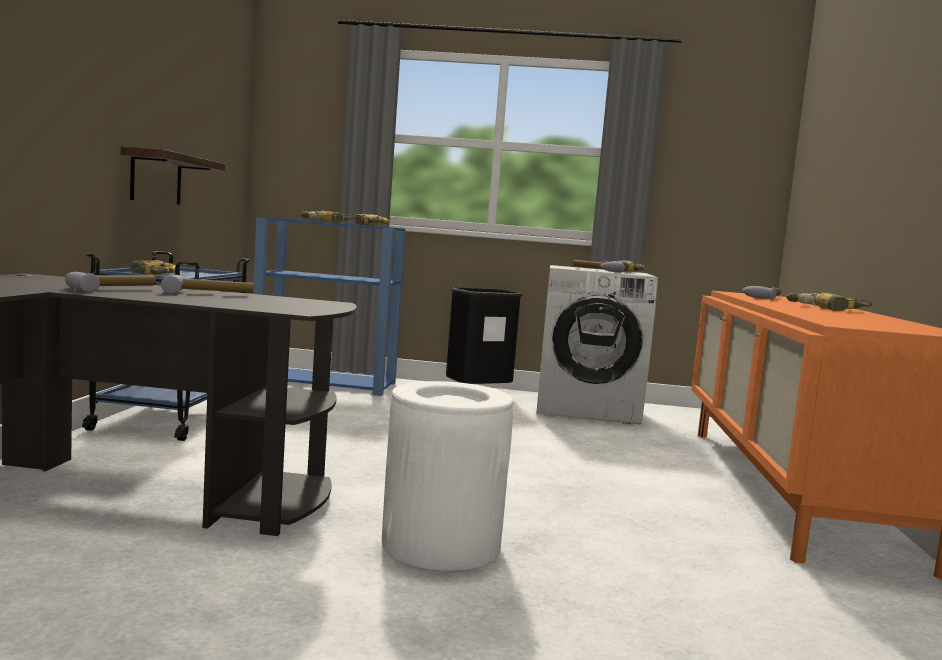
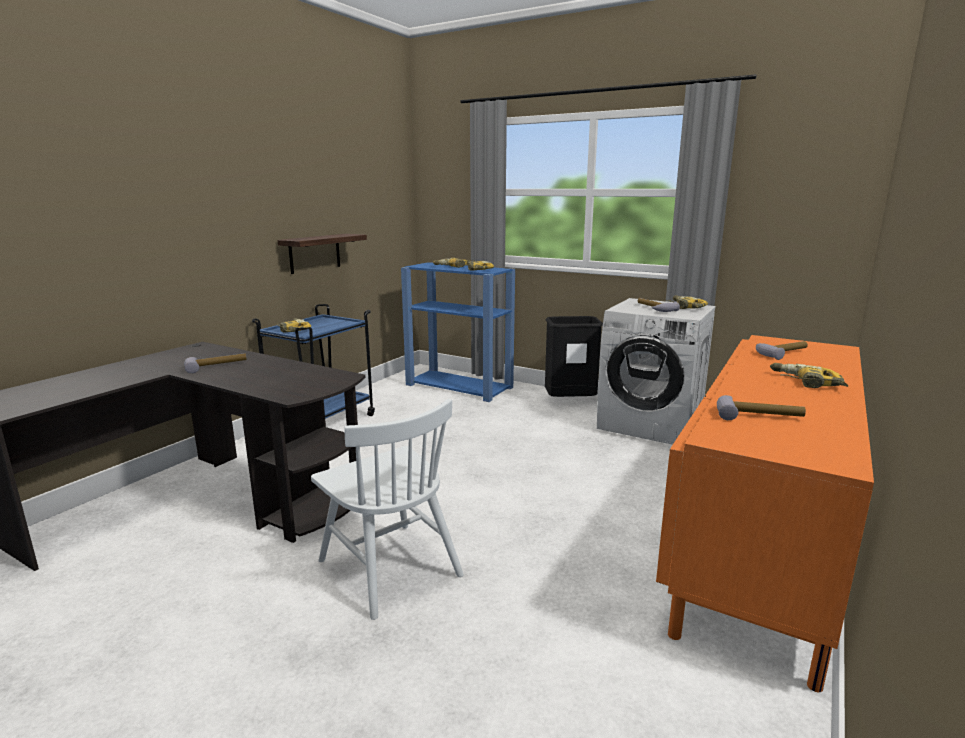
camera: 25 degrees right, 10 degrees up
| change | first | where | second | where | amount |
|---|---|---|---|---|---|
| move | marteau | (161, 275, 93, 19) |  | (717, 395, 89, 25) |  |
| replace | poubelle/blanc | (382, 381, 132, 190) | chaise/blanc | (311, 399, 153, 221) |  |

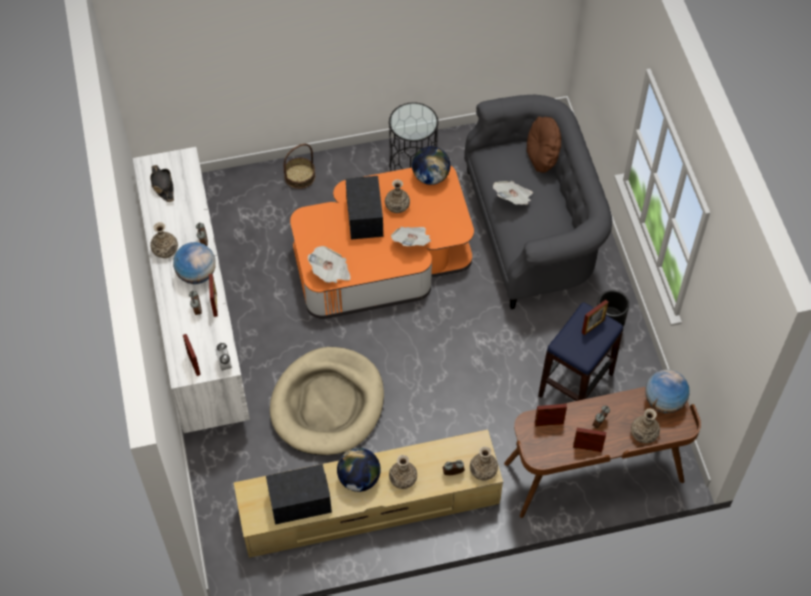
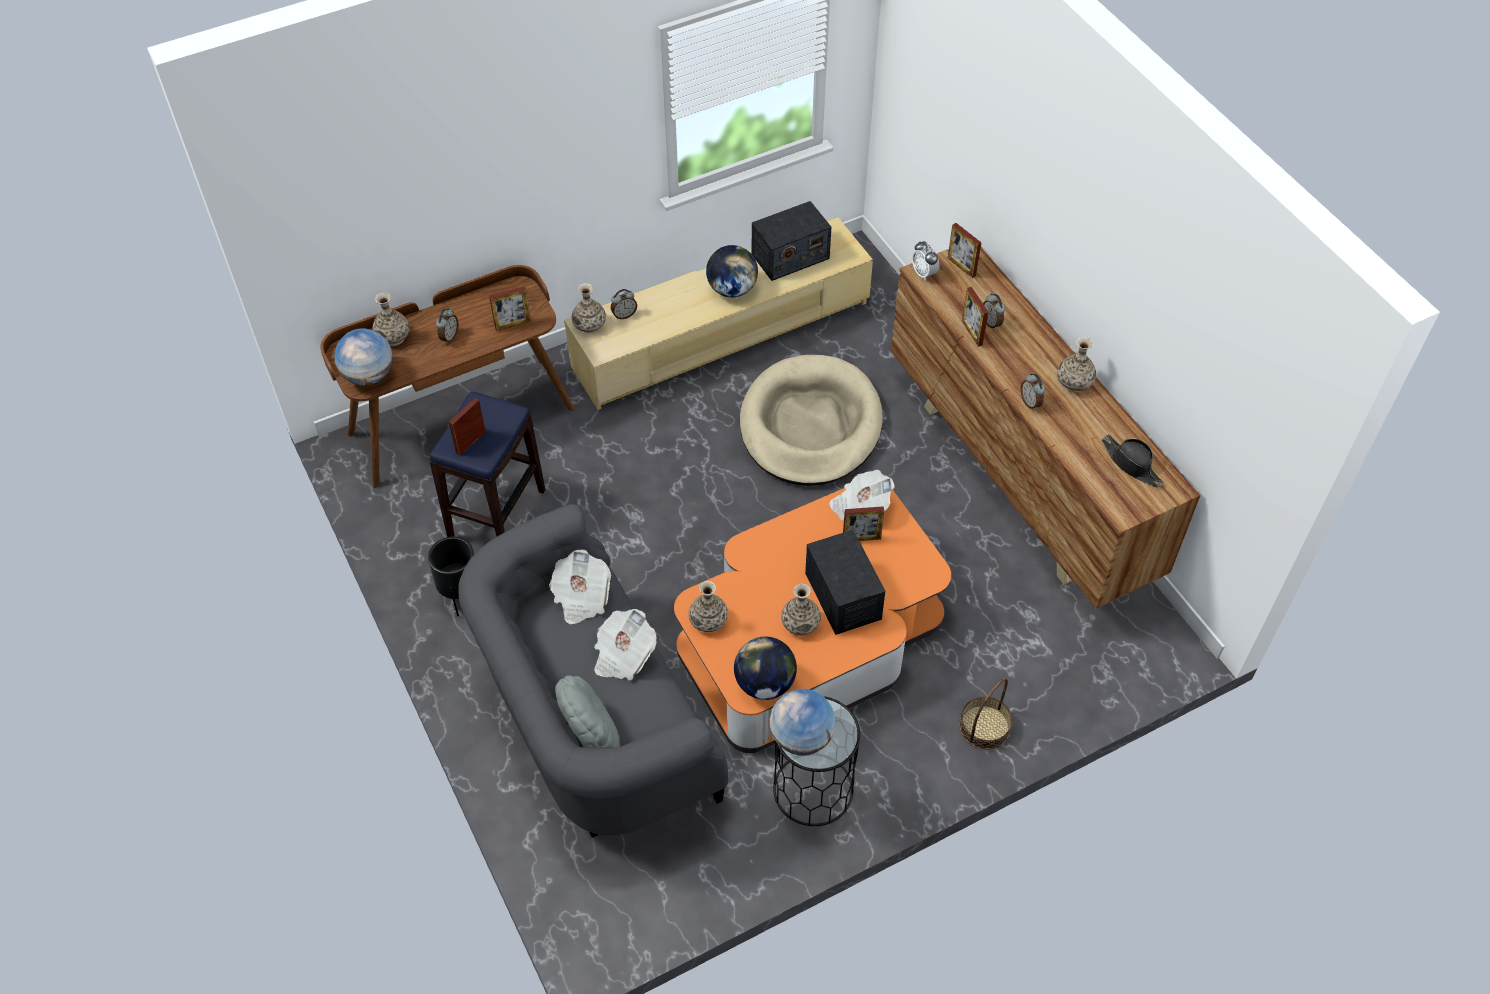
camera: 165 degrees right, 5 degrees down
| change | first | where | second | where | amount |
|---|---|---|---|---|---|
| recolor | coussin/marron | (527, 117, 34, 56) | coussin/gris | (555, 675, 65, 73) |  |
| recolor | meuble de rangement/blanc | (133, 147, 117, 286) | meuble de rangement/marron | (891, 248, 310, 361) |  |
| move | journal | (391, 227, 40, 19) |  | (549, 549, 62, 75) |  |
| move | globe | (173, 242, 43, 42) |  | (770, 689, 66, 67) |  |
| move | cadre photo | (573, 428, 33, 24) |  | (843, 506, 41, 35) |  |
| move | vase | (389, 455, 28, 34) |  | (689, 581, 39, 51) |  |

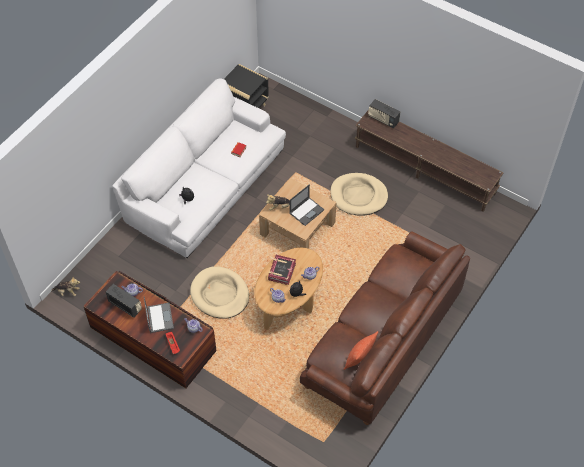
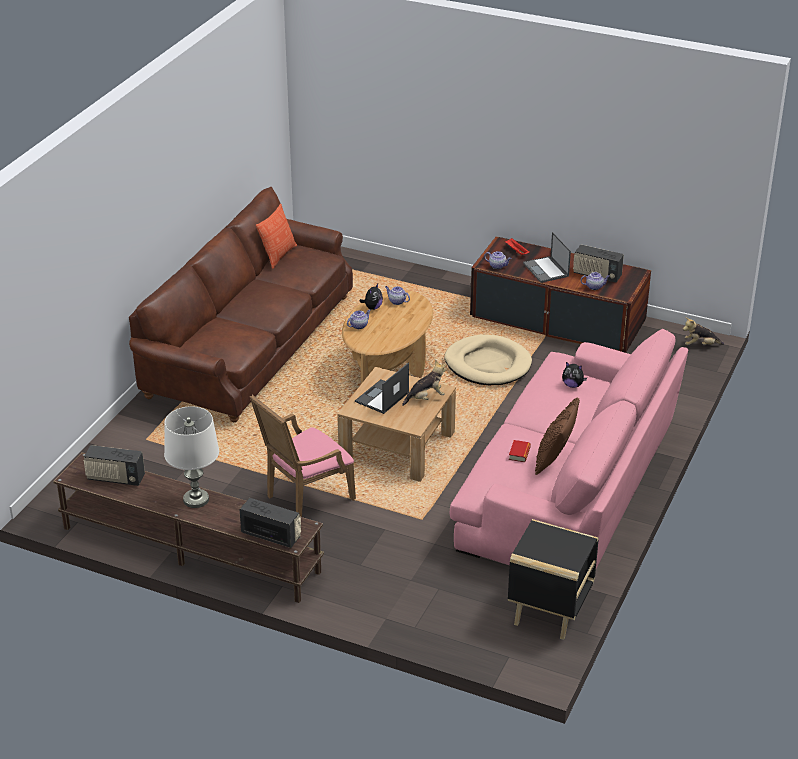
camera: 170 degrees right, 20 degrees down
| change | first | where | second | where | amount |
|---|---|---|---|---|---|
| recolor | canapé/blanc | (113, 78, 173, 180) | canapé/rose | (450, 329, 238, 240) |  |
| replace | panier pour chien/beige | (330, 173, 58, 43) | fauteuil/rose | (250, 395, 106, 122) |  |
| delete | livre | (268, 255, 28, 30) |  |  |  |
| insert |  |  | coussin/marron | (535, 397, 45, 78) |  |
| insert |  |  | lampe de table/blanc | (164, 406, 55, 102) |  |
| insert |  |  | radio | (84, 445, 61, 41) |  |

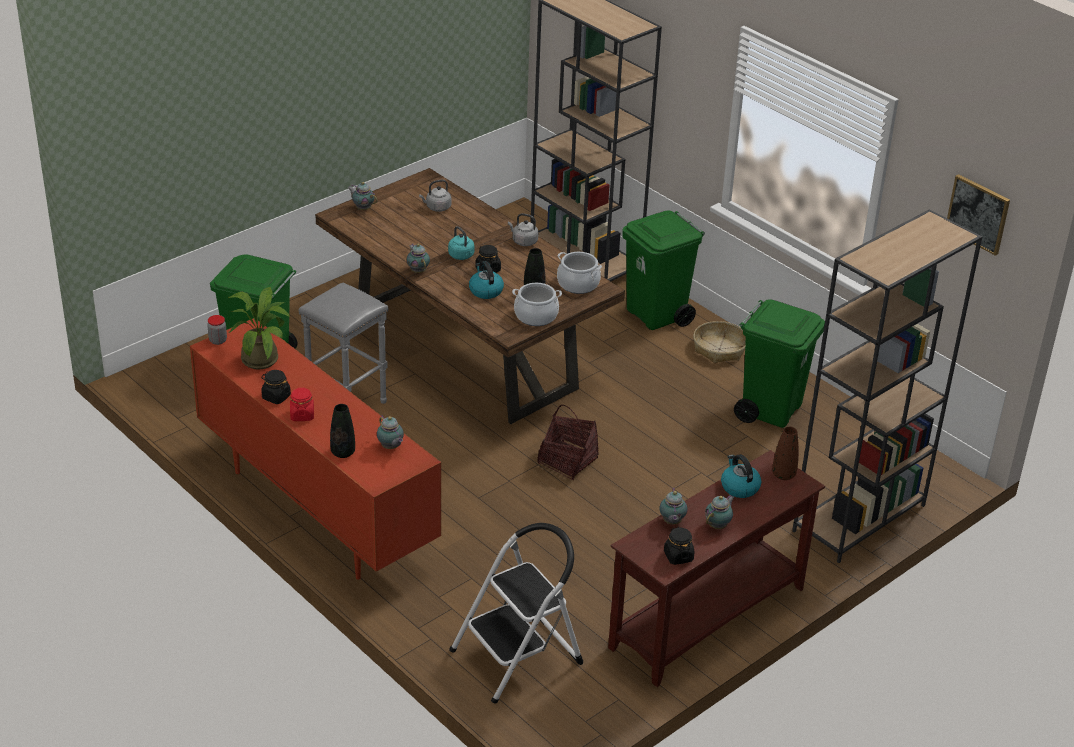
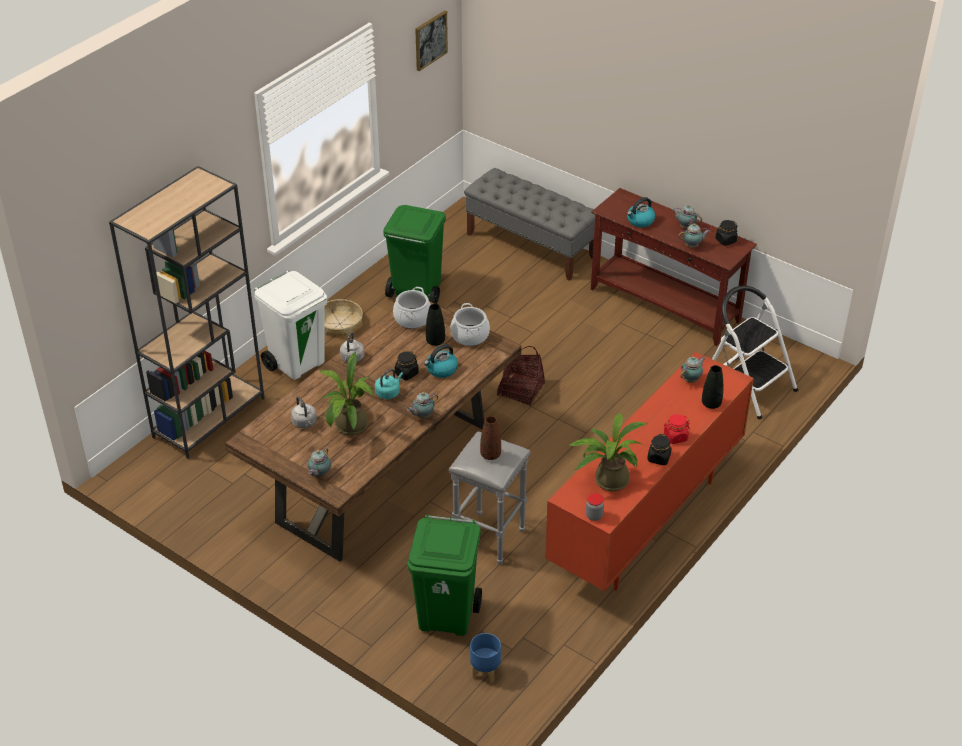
camera: 100 degrees left, 5 degrees up
| change | first | where | second | where | amount |
|---|---|---|---|---|---|
| replace | bibliothèque | (792, 209, 190, 354) | banc/gris | (464, 168, 131, 113) |  |
| recolor | poubelle/vert | (622, 210, 83, 120) | poubelle/blanc | (254, 270, 73, 110) |  |
| move | vase/marron | (772, 427, 27, 53) |  | (480, 416, 21, 44) |  |
| insert |  |  | plante en pot | (319, 352, 55, 83) |  |
| insert |  |  | cache-pot/bleu | (470, 633, 31, 50) |  |

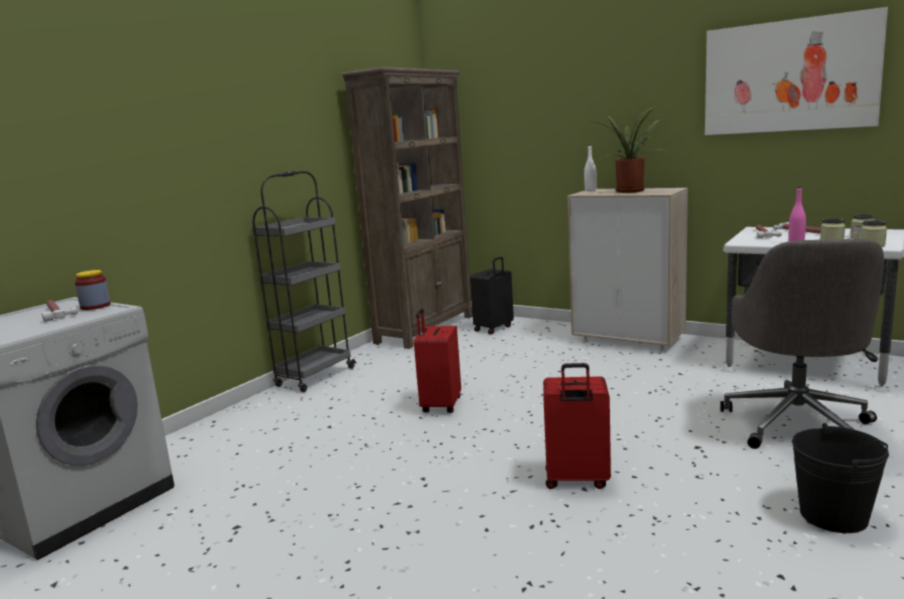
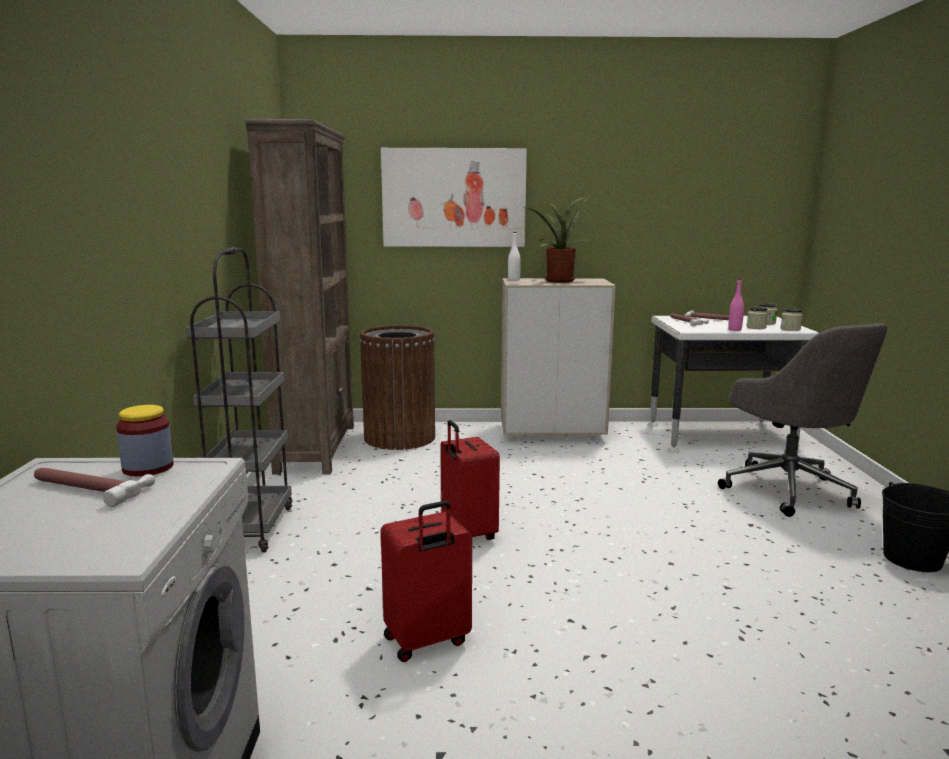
camera: 35 degrees left, 0 degrees up
| change | first | where | second | where | amount |
|---|---|---|---|---|---|
| move | tableau | (705, 7, 183, 128) |  | (381, 148, 146, 99) |  |
| replace | valise/noir | (470, 256, 44, 78) | poubelle/marron | (360, 325, 75, 125) |  |
| move | valise/rouge | (543, 363, 68, 126) |  | (381, 501, 91, 161) |  |

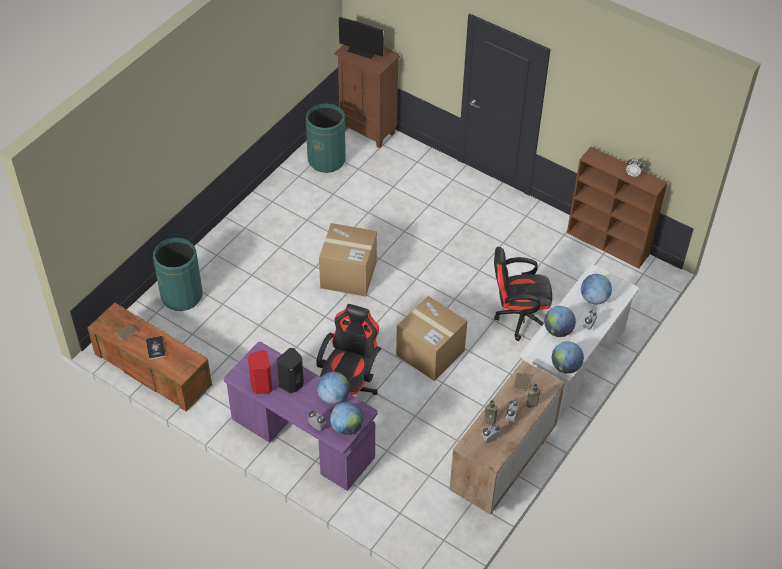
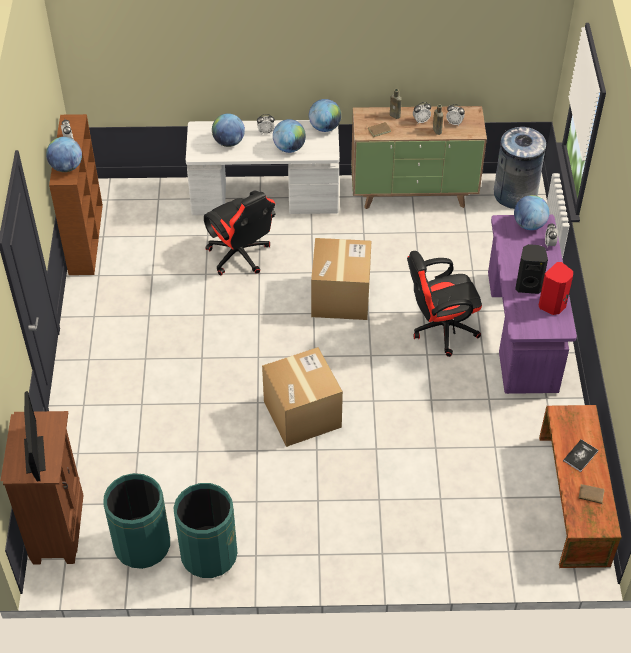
camera: 125 degrees left, 0 degrees up
| change | first | where | second | where | amount |
|---|---|---|---|---|---|
| move | poubelle/vert | (153, 238, 49, 73) |  | (173, 483, 64, 95) |  |
| move | globe | (317, 372, 33, 32) |  | (46, 137, 36, 35) |  |
| insert |  |  | poubelle/gris | (494, 127, 52, 82) |  |

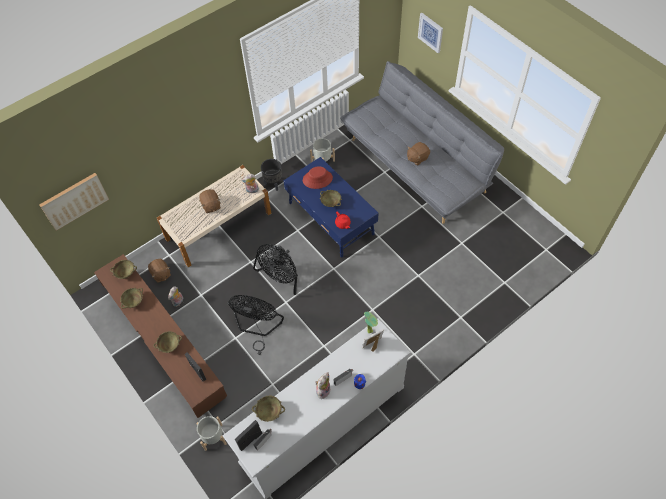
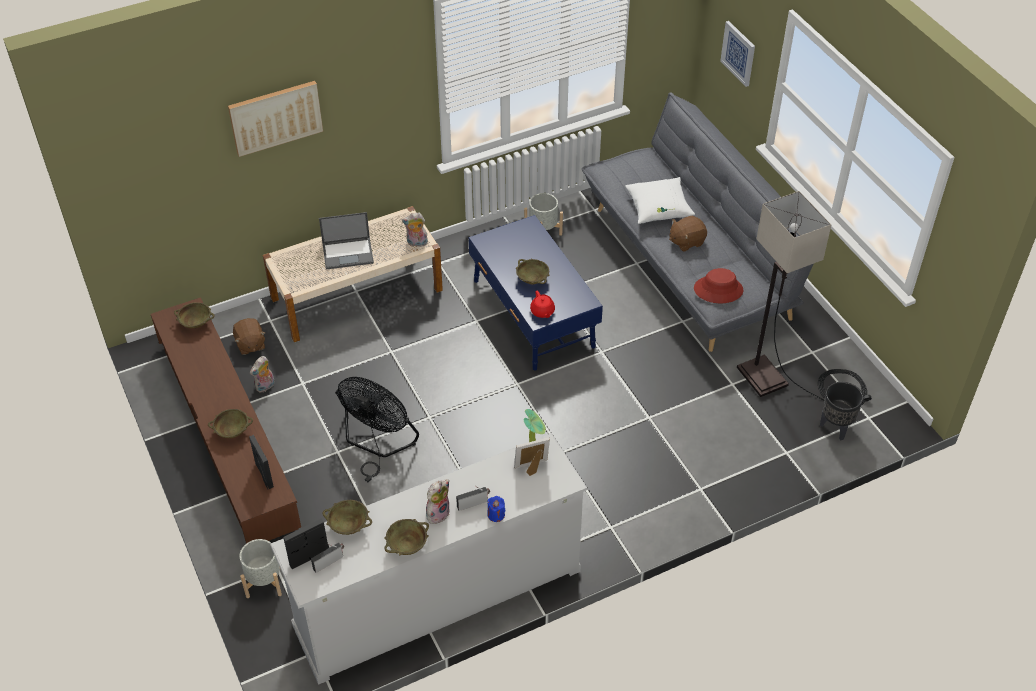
camera: 10 degrees right, 10 degrees down
| change | first | where | second | where | amount |
|---|---|---|---|---|---|
| move | cache-pot/noir | (261, 159, 21, 32) |  | (820, 382, 43, 58) |  |
| move | chapeau/rouge | (303, 166, 30, 23) |  | (694, 268, 49, 35) |  |
| move | tableau | (39, 173, 70, 58) |  | (228, 81, 95, 76) |  |
| replace | peluche/marron | (199, 189, 22, 24) | ordinateur portable | (319, 212, 55, 57) |  |
| delete | ventilateur/noir | (253, 244, 45, 51) |  |  |  |
| move | bol/beige | (120, 288, 23, 21) |  | (384, 519, 45, 37) |  |
| insert |  |  | coussin/blanc | (625, 177, 70, 47) |  |
| insert |  |  | lampadaire | (737, 191, 135, 214) |  |

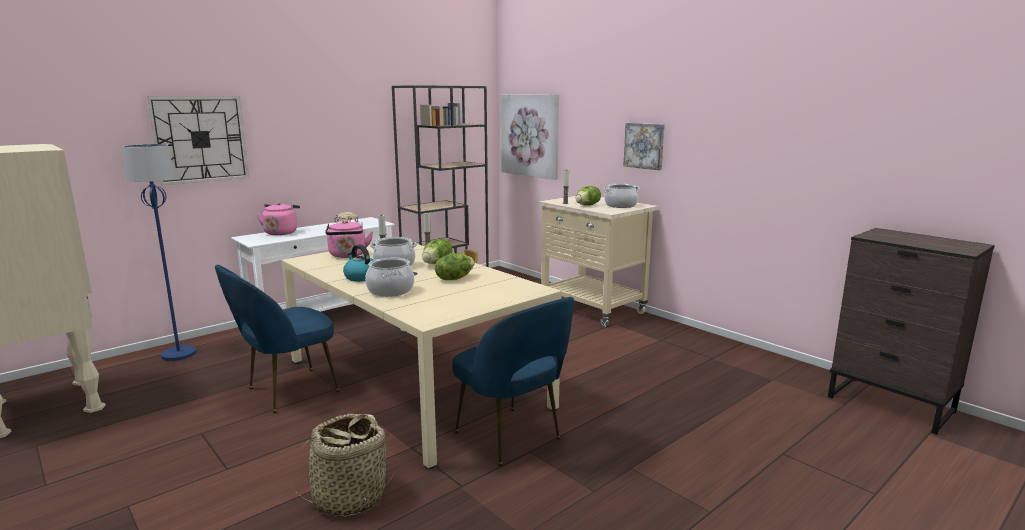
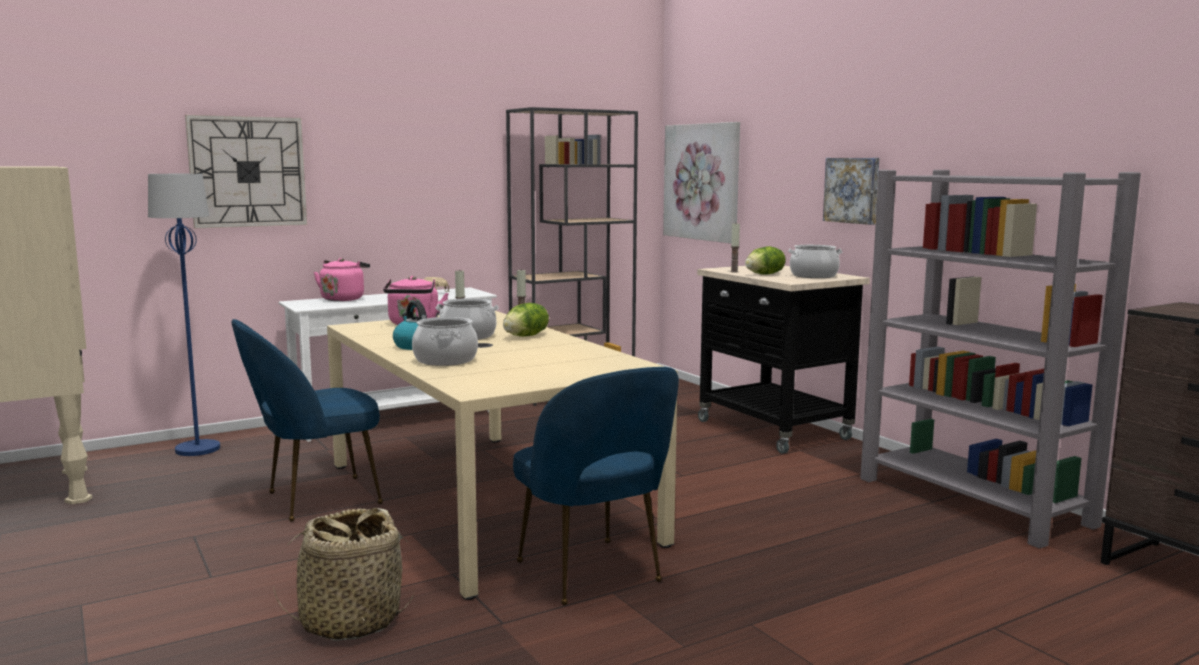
camera: 10 degrees right, 5 degrees down
| change | first | where | second | where | amount |
|---|---|---|---|---|---|
| recolor | chariot/beige | (538, 196, 120, 132) | chariot/noir | (697, 266, 173, 188) |  |
| delete | laitue | (435, 253, 40, 27) |  |  |  |
| insert |  |  | bibliothèque/gris | (860, 170, 281, 379) |  |

